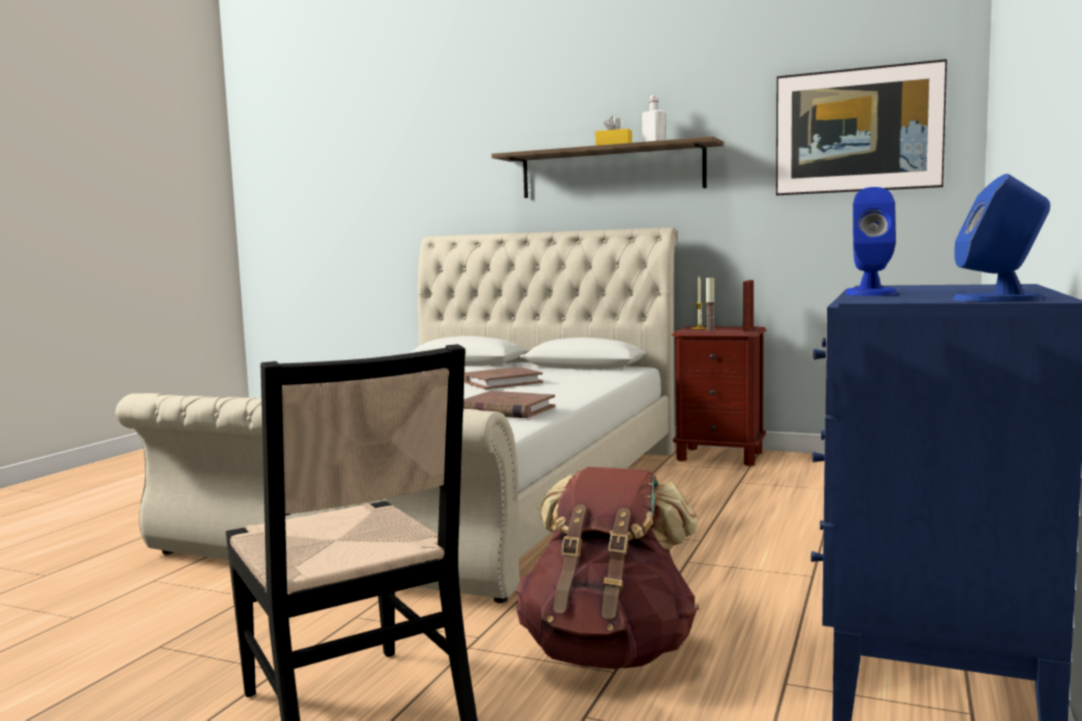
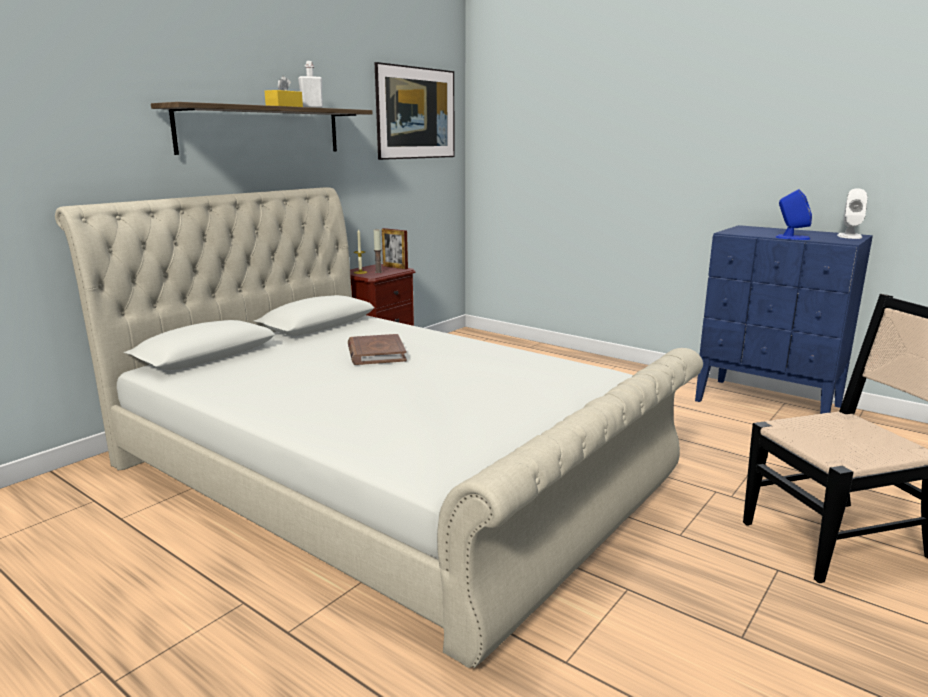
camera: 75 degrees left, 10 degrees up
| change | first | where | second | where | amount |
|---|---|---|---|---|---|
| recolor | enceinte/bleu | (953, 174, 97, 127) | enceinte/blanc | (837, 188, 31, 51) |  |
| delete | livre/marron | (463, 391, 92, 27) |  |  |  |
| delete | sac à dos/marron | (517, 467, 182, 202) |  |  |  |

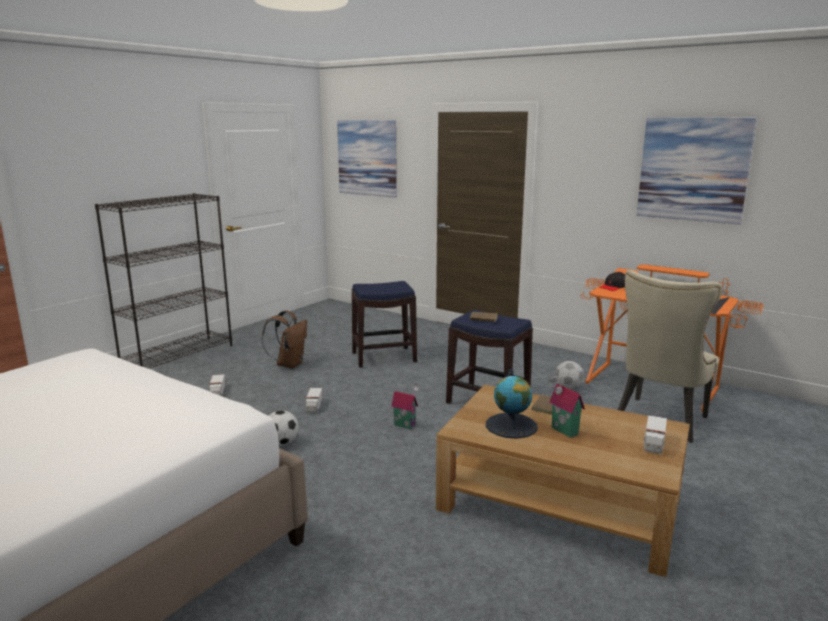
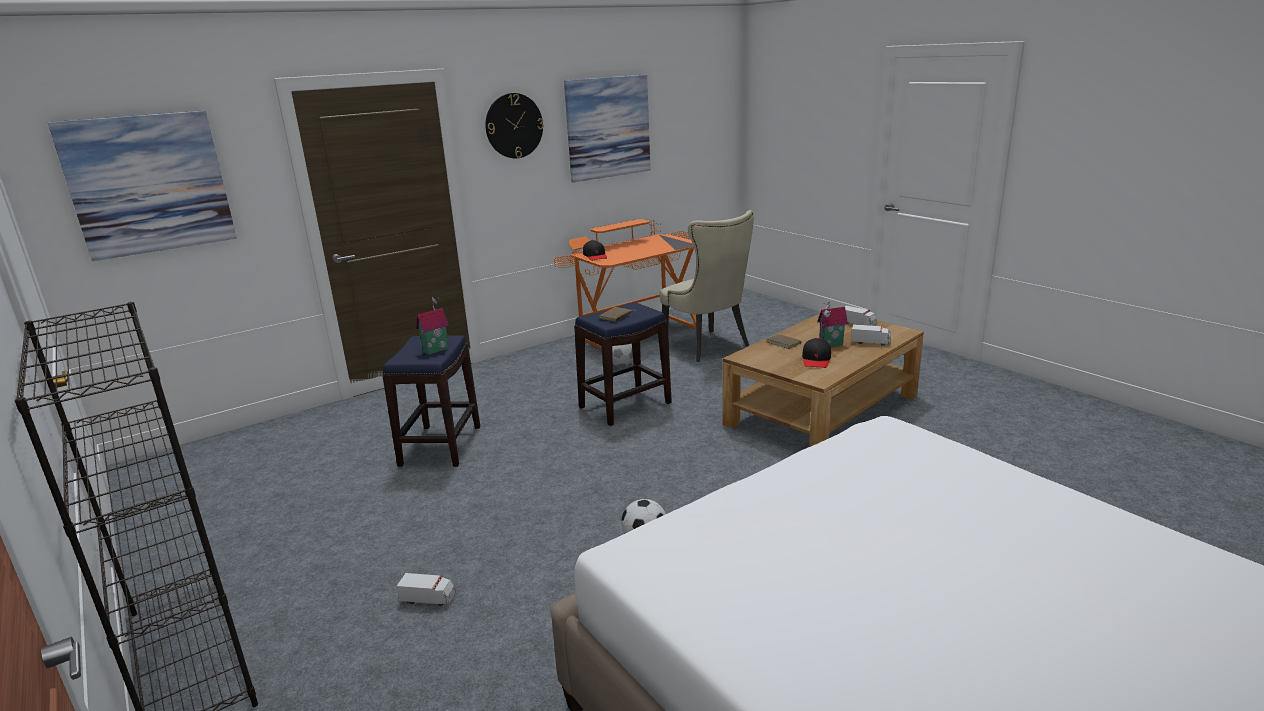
camera: 70 degrees left, 5 degrees up
| change | first | where | second | where | amount |
|---|---|---|---|---|---|
| delete | sac à dos/marron | (262, 310, 45, 59) |  |  |  |
| replace | globe | (486, 369, 52, 70) | casquette/noir | (802, 338, 29, 30) |  |
| move | maison miniature | (391, 384, 28, 45) |  | (416, 297, 33, 58) |  |
| move | camion jouet | (305, 388, 18, 24) |  | (851, 324, 40, 22) |  |
| insert |  |  | horloge murale | (485, 93, 59, 65) |  |

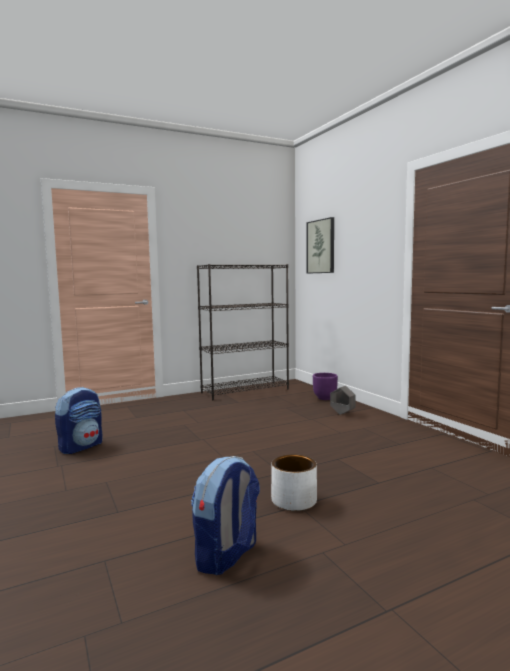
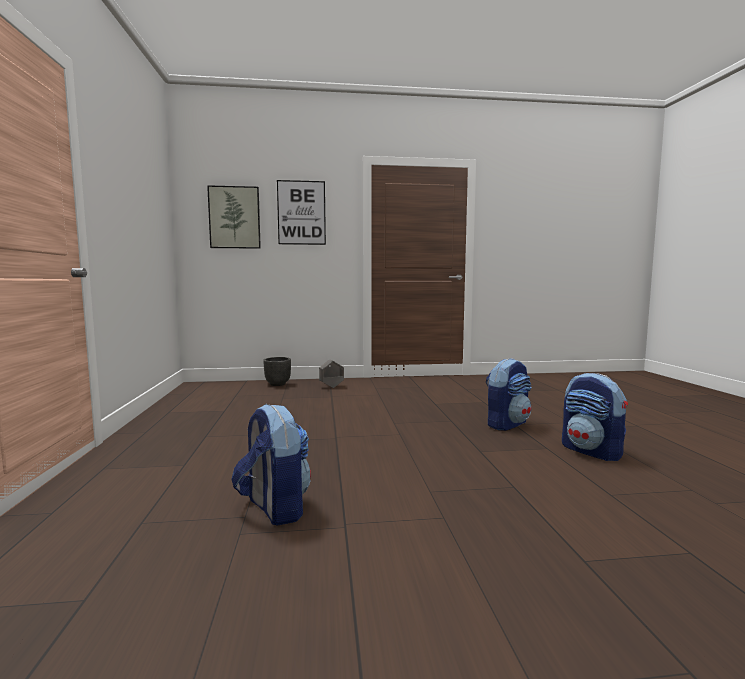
camera: 70 degrees left, 0 degrees up
| change | first | where | second | where | amount |
|---|---|---|---|---|---|
| delete | bibliothèque/noir | (197, 264, 92, 136) |  |  |  |
| recolor | cache-pot/violet | (313, 373, 25, 27) | cache-pot/noir | (263, 357, 28, 29) |  |
| replace | cache-pot/blanc | (271, 454, 46, 57) | sac à dos | (486, 358, 46, 73) |  |
| insert |  |  | tableau | (277, 180, 49, 65) |  |

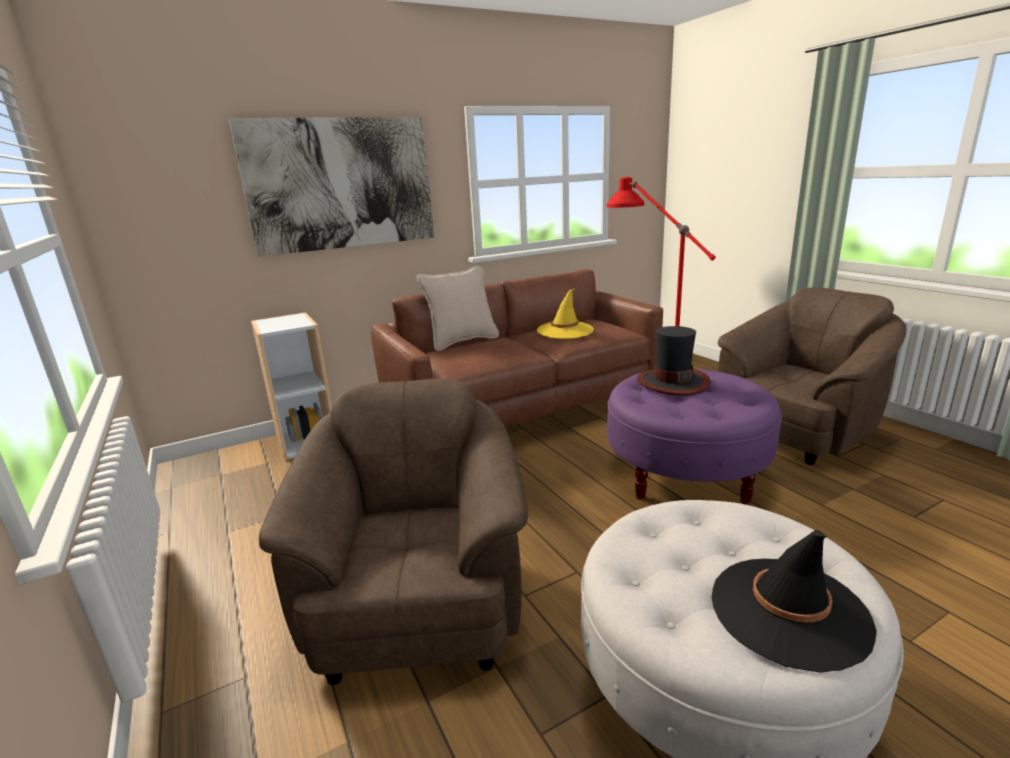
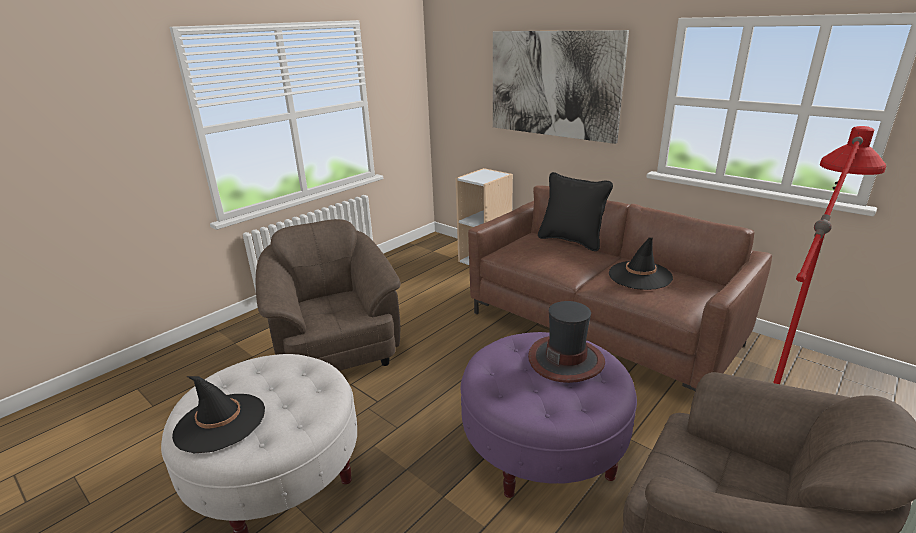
camera: 70 degrees right, 5 degrees up
| change | first | where | second | where | amount |
|---|---|---|---|---|---|
| recolor | coussin/beige | (417, 266, 82, 85) | coussin/noir | (538, 172, 75, 79) |  |
| recolor | chapeau/jaune | (537, 289, 57, 50) | chapeau/noir | (609, 237, 64, 53) |  |
| rotate | fauteuil/marron | (259, 379, 269, 306) |  | (256, 219, 145, 152) | 90 degrees counterclockwise |

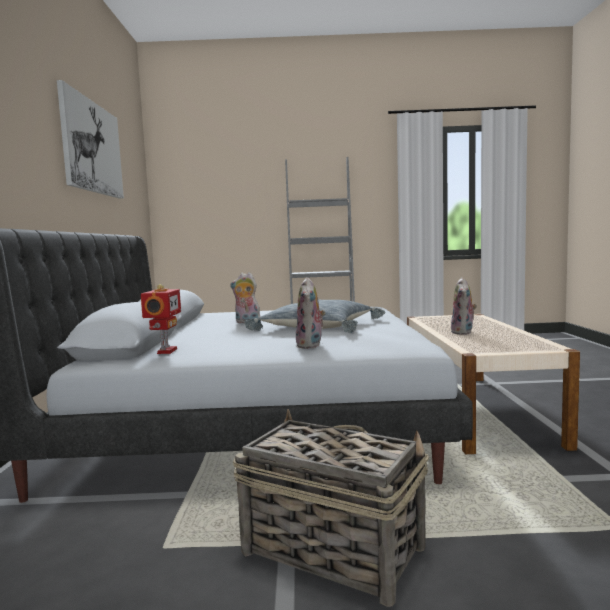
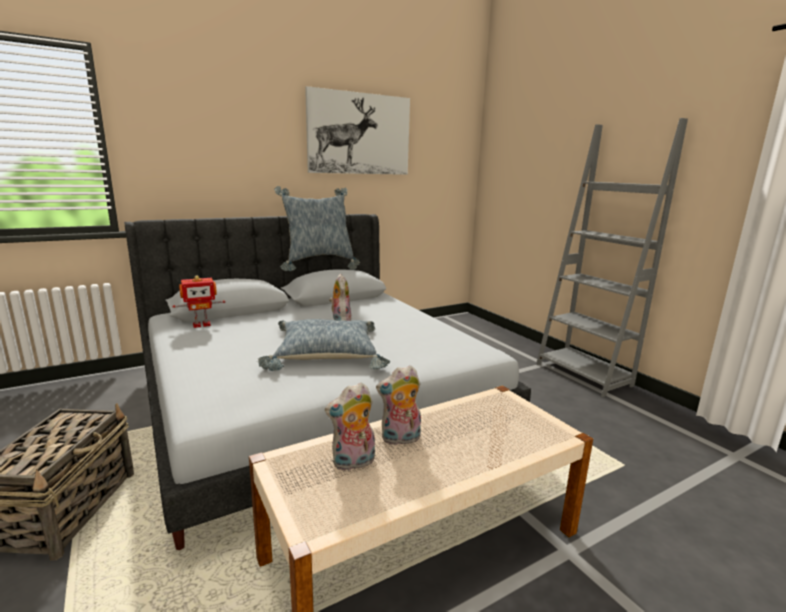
camera: 60 degrees right, 10 degrees up
| change | first | where | second | where | amount |
|---|---|---|---|---|---|
| move | peluche | (296, 277, 29, 72) |  | (325, 382, 50, 89) |  |
| insert |  |  | coussin | (274, 186, 86, 85) |  |

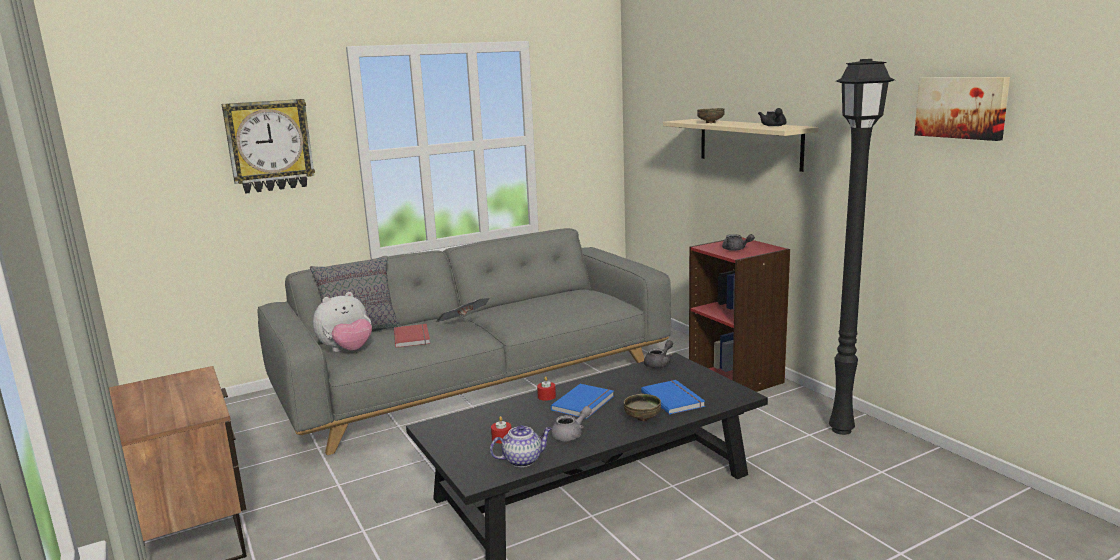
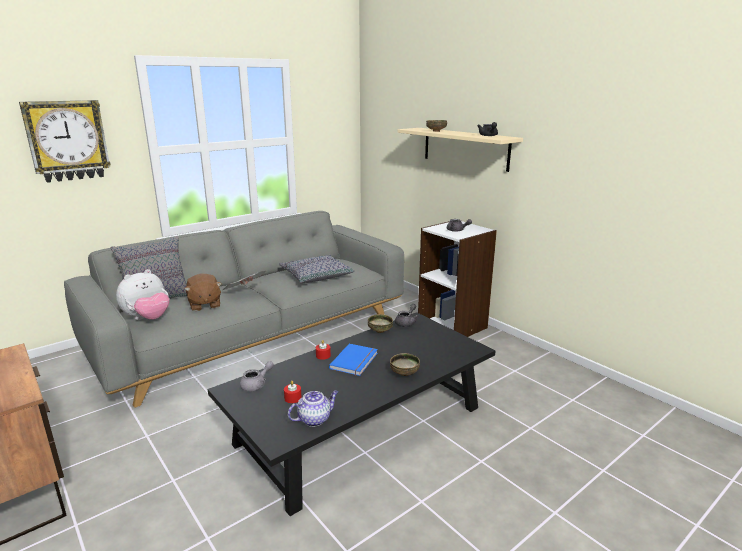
camera: 10 degrees left, 5 degrees up
| change | first | where | second | where | amount |
|---|---|---|---|---|---|
| delete | lampadaire/noir | (829, 59, 66, 376) |  |  |  |
| delete | tableau | (914, 77, 96, 64) |  |  |  |
| recolor | bibliothèque/rouge | (689, 237, 101, 155) | bibliothèque/blanc | (418, 221, 79, 116) |  |
| replace | livre/rouge | (394, 324, 36, 24) | peluche/marron | (185, 274, 37, 37) |  |
| delete | livre/bleu | (641, 380, 64, 35) |  |  |  |
| move | théière/gris | (551, 406, 41, 35) |  | (240, 361, 34, 31) |  |
| insert |  |  | coussin/gris | (279, 255, 75, 28) |  |
| insert |  |  | bol | (368, 314, 25, 19) |  |

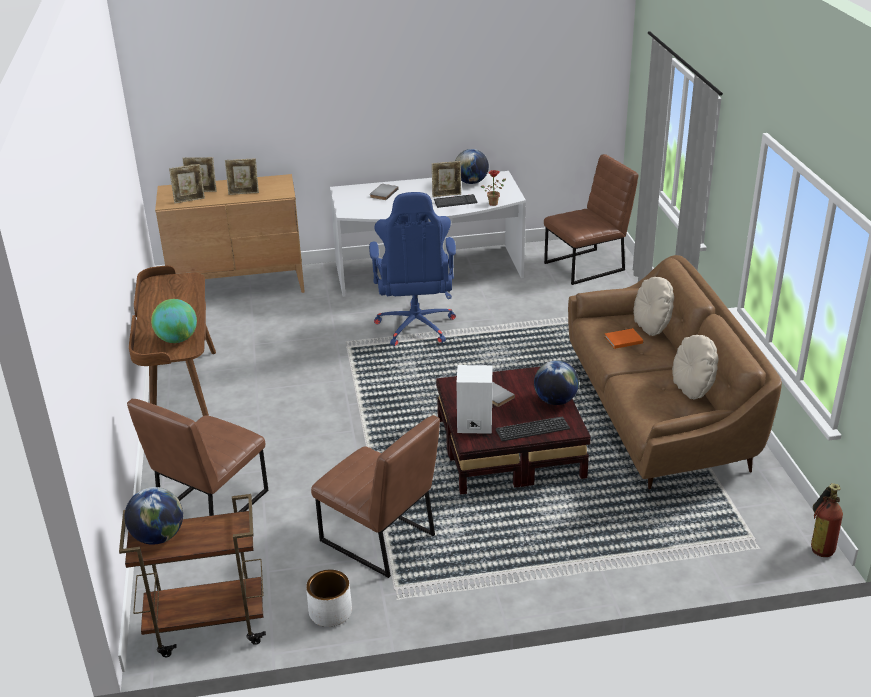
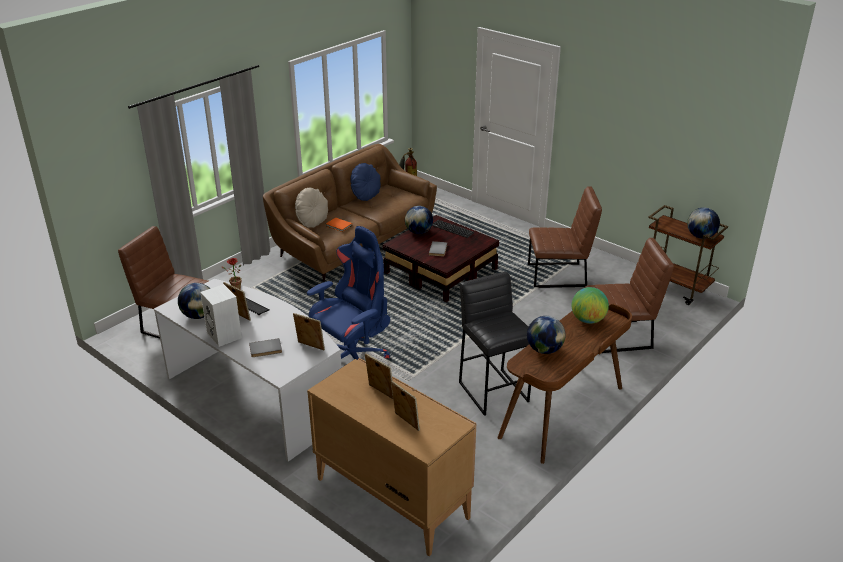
camera: 130 degrees left, 0 degrees up
| change | first | where | second | where | amount |
|---|---|---|---|---|---|
| move | cadre photo | (169, 164, 36, 40) |  | (293, 313, 32, 38) |  |
| recolor | coussin/beige | (672, 335, 47, 65) | coussin/bleu | (350, 163, 31, 38) |  |
| move | enceinte/blanc | (457, 365, 35, 69) |  | (200, 284, 42, 63) |  |
| rotate | chaise/marron | (311, 415, 129, 163) |  | (528, 186, 74, 102) | 90 degrees clockwise |
| delete | cache-pot/blanc | (306, 569, 46, 58) |  |  |  |
| insert |  |  | tabouret/gris | (459, 272, 72, 144) |  |
| insert |  |  | globe | (527, 316, 39, 38) |  |

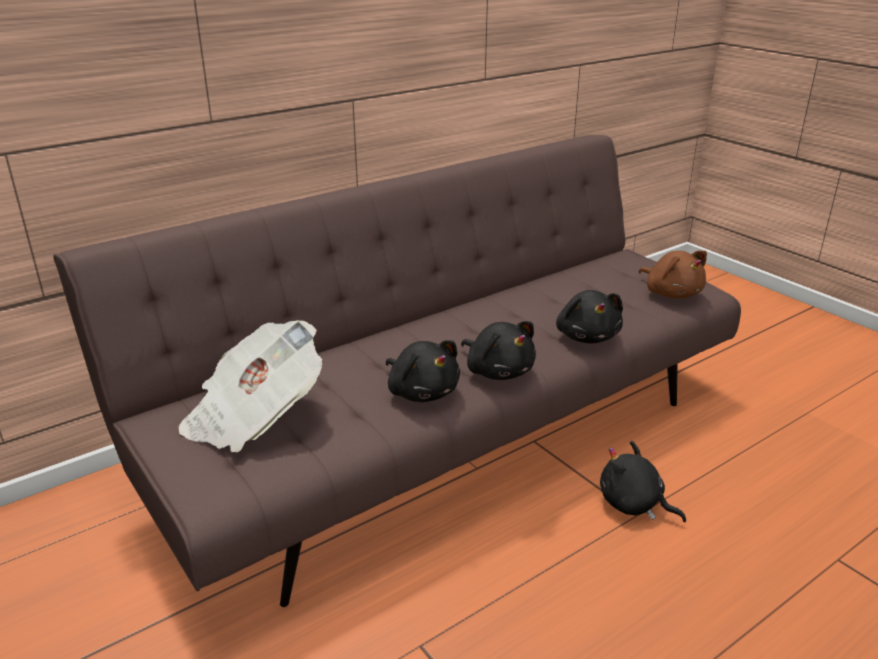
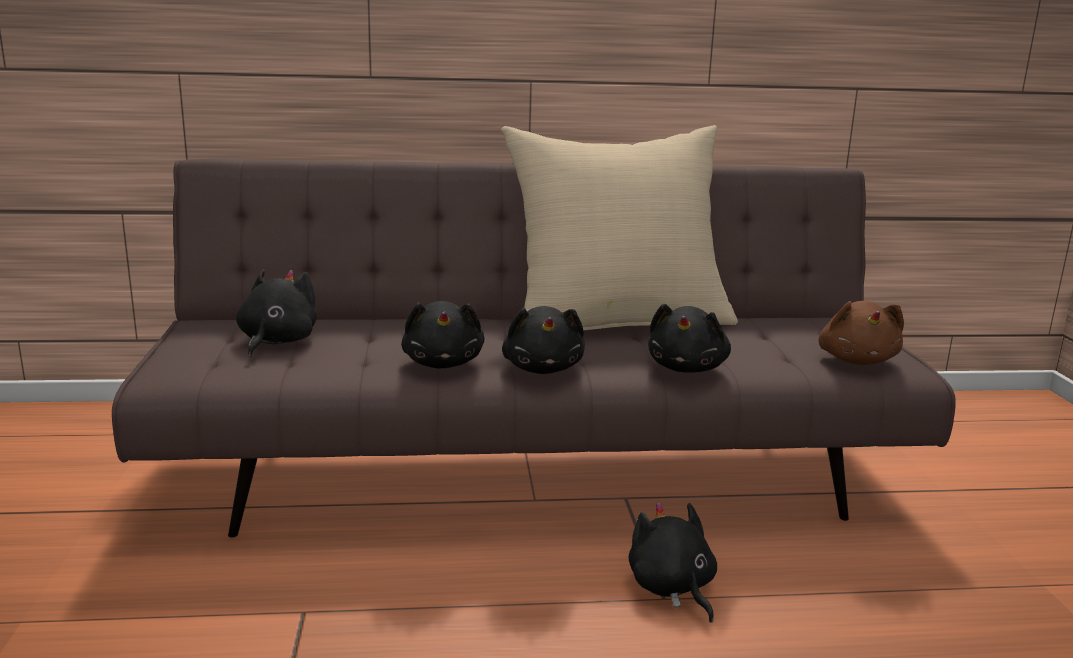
camera: 30 degrees right, 10 degrees down
| change | first | where | second | where | amount |
|---|---|---|---|---|---|
| replace | journal | (179, 320, 143, 132) | peluche/noir | (236, 269, 82, 88) |  |
| insert |  |  | coussin/beige | (501, 125, 237, 205) |  |

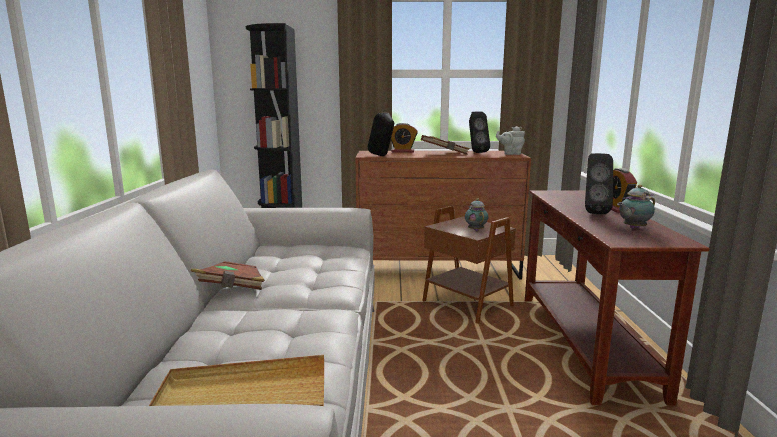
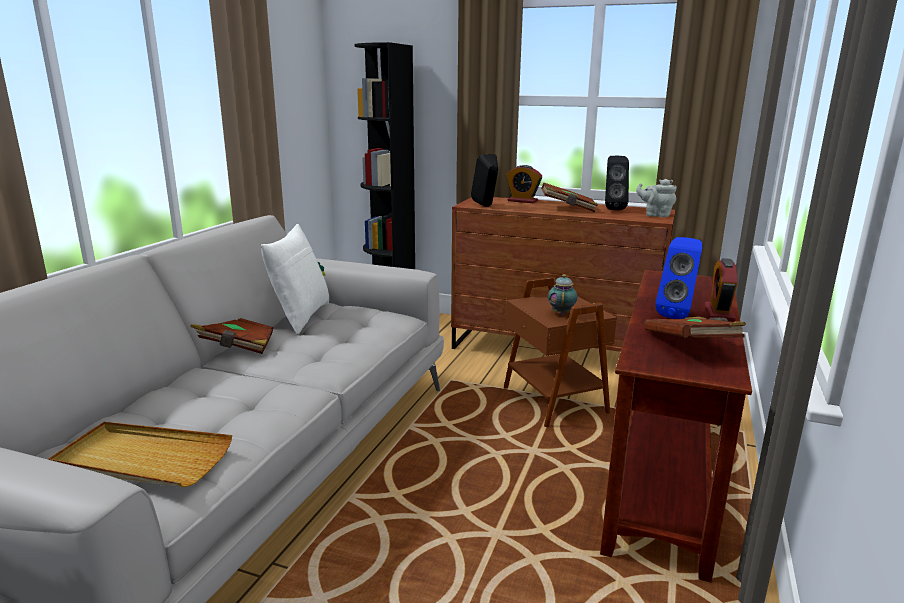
camera: 20 degrees right, 5 degrees up
| change | first | where | second | where | amount |
|---|---|---|---|---|---|
| recolor | enceinte/noir | (585, 153, 28, 61) | enceinte/bleu | (655, 237, 47, 82) |  |
| replace | théière | (617, 185, 38, 44) | livre/marron | (644, 317, 102, 21) |  |
| insert |  |  | coussin/blanc | (261, 224, 68, 110) |  |

